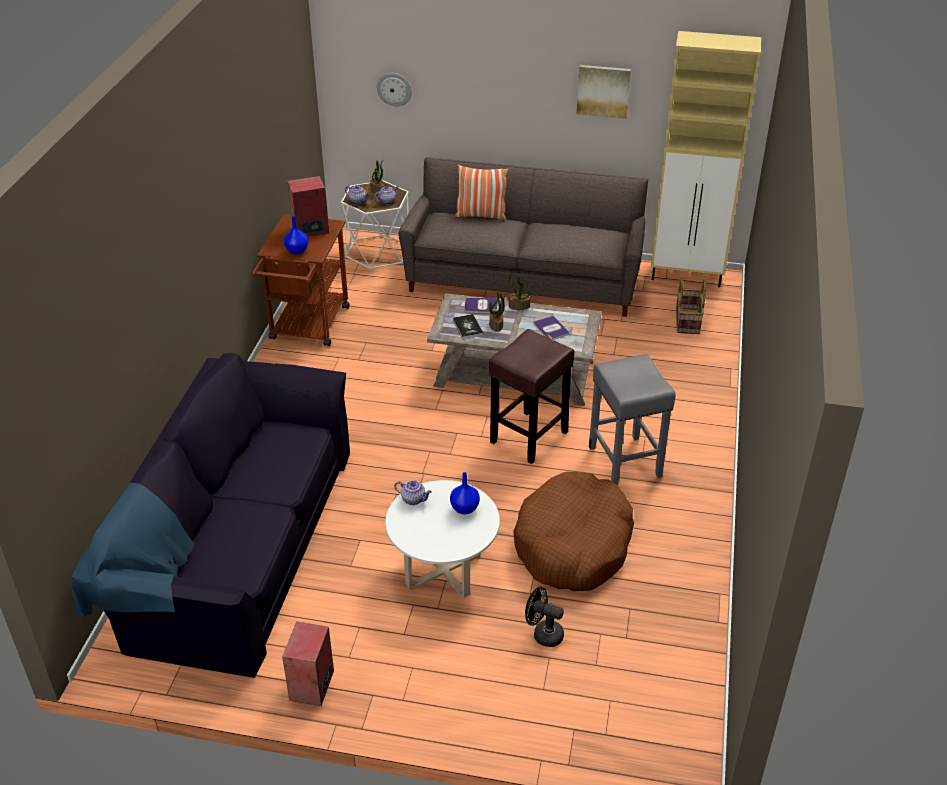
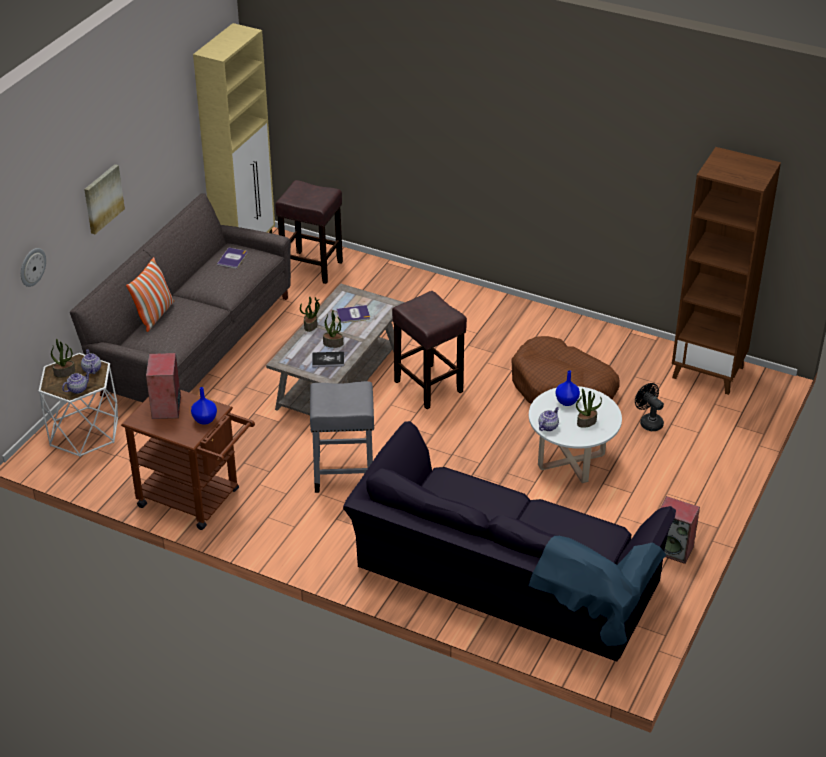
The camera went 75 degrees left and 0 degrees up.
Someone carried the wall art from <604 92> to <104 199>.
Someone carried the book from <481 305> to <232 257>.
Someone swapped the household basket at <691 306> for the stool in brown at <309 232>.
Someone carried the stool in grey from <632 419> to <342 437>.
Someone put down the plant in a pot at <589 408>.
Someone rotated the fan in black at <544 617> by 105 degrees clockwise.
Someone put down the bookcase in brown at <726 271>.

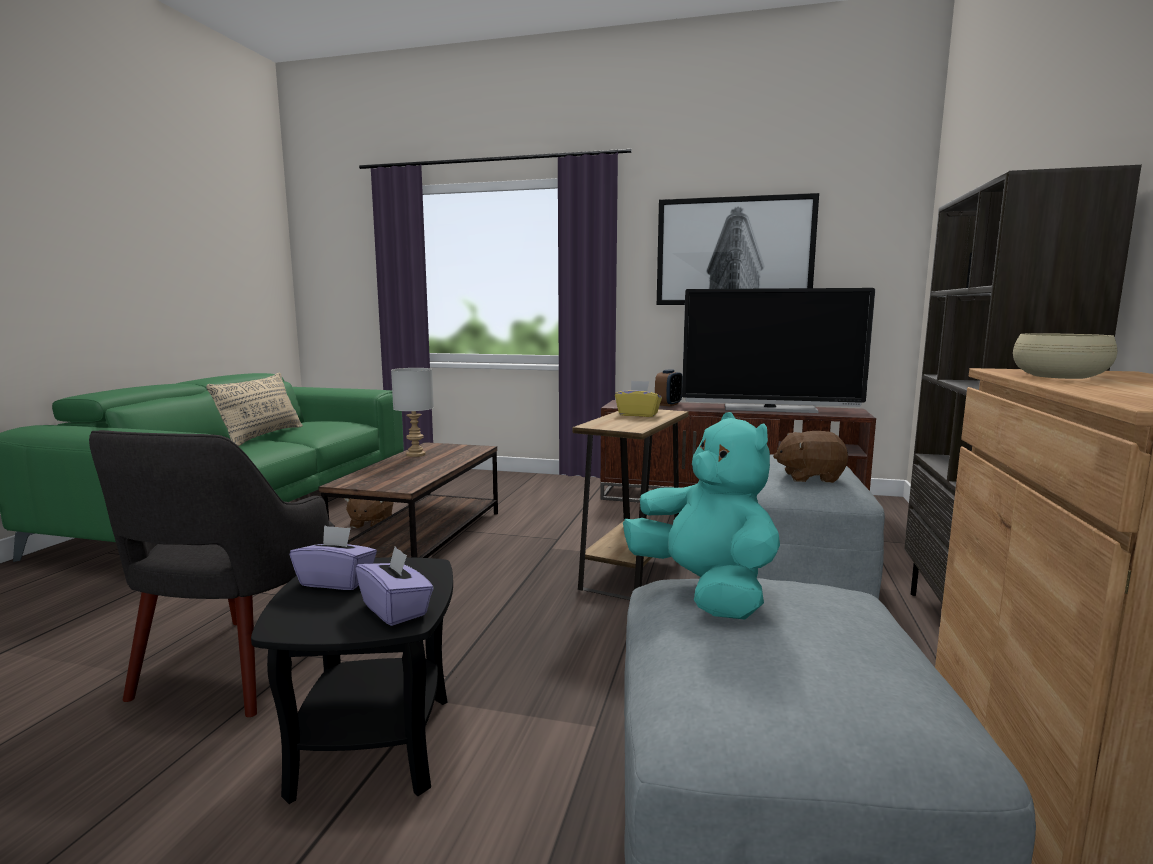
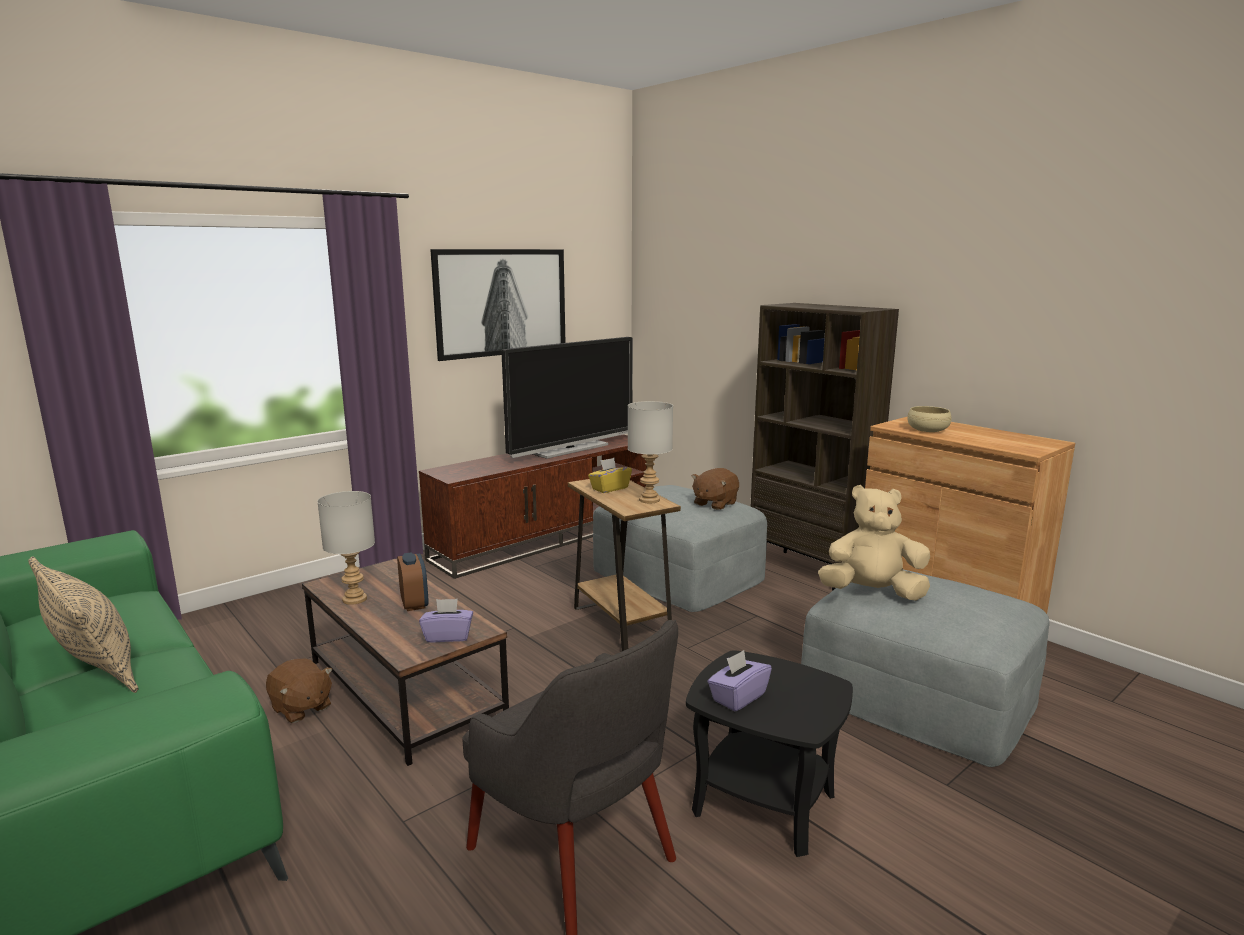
The camera went 55 degrees left and 5 degrees up.
Someone carried the alarm clock from <669 387> to <413 582>.
Someone carried the tissue box in purple from <395 586> to <446 621>.
Someone put down the lamp for a table in grey at <650 452>.
Someone repainted the cuddly toy in turquoise at <701 516>, which became the cuddly toy in beige at <874 543>.

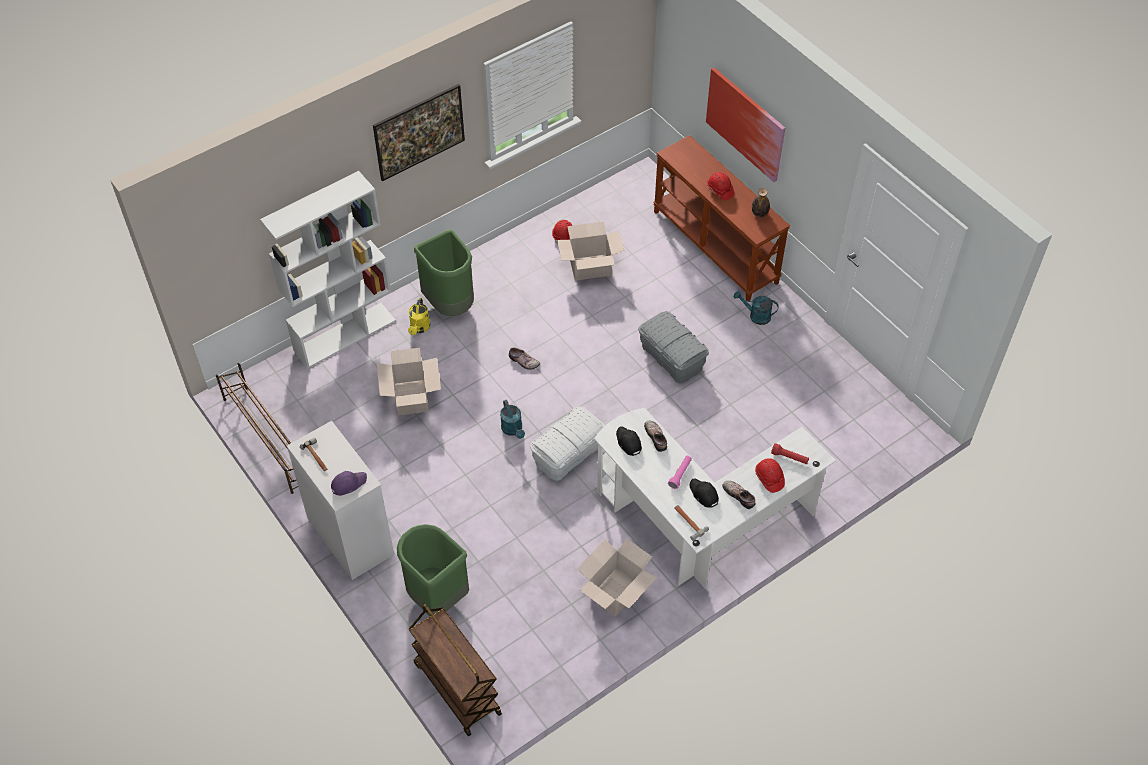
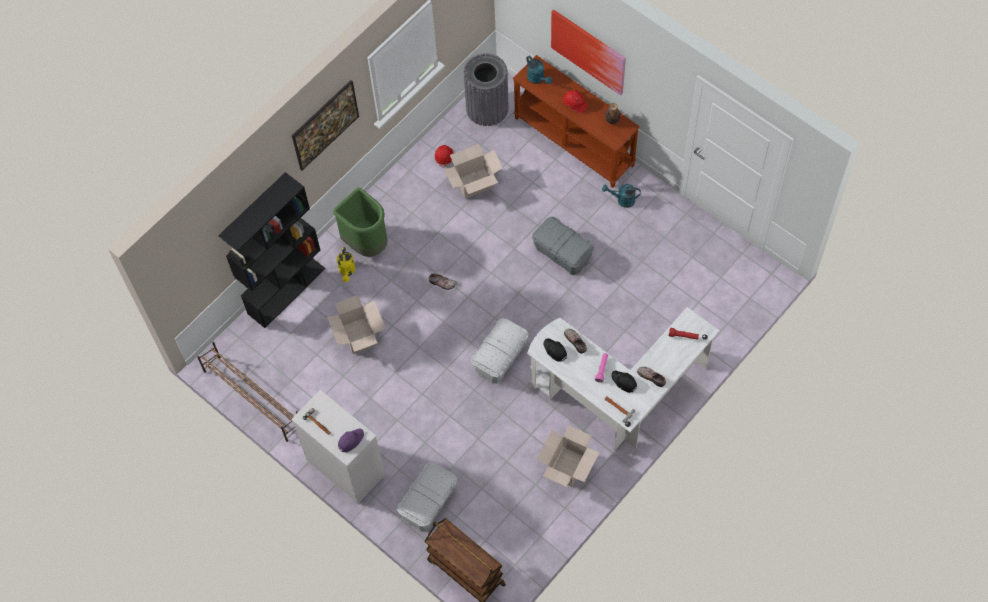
The camera went 10 degrees left and 10 degrees up.
Someone repainted the bookcase in white-coloured at <328 269>, which became the bookcase in black at <271 250>.
Someone swapped the trash can in green at <433 570> for the storage bin in white-coloured at <427 496>.
Someone put down the trash can in grey at <486 89>.
Someone carried the watering pot in turquoise from <512 419> to <539 70>.
Someone took away the work helmet in red-coloured at <770 475>.

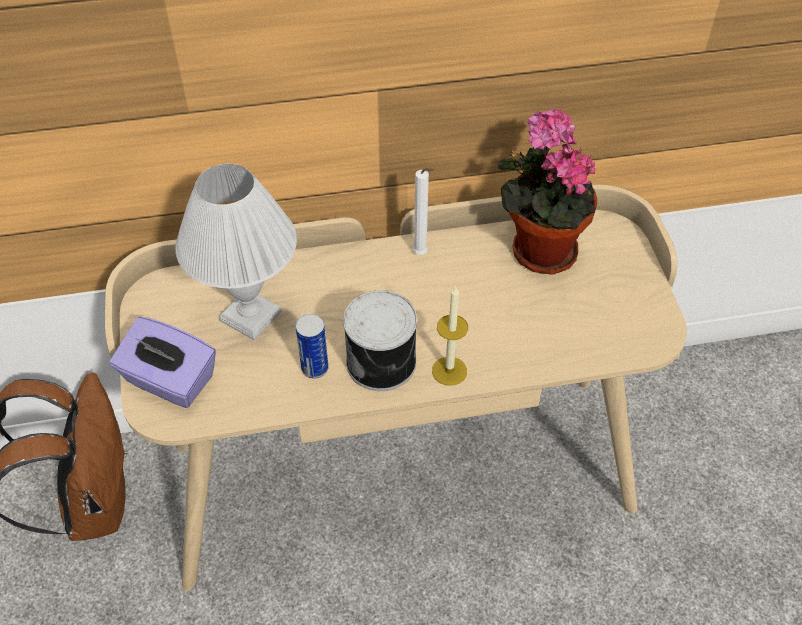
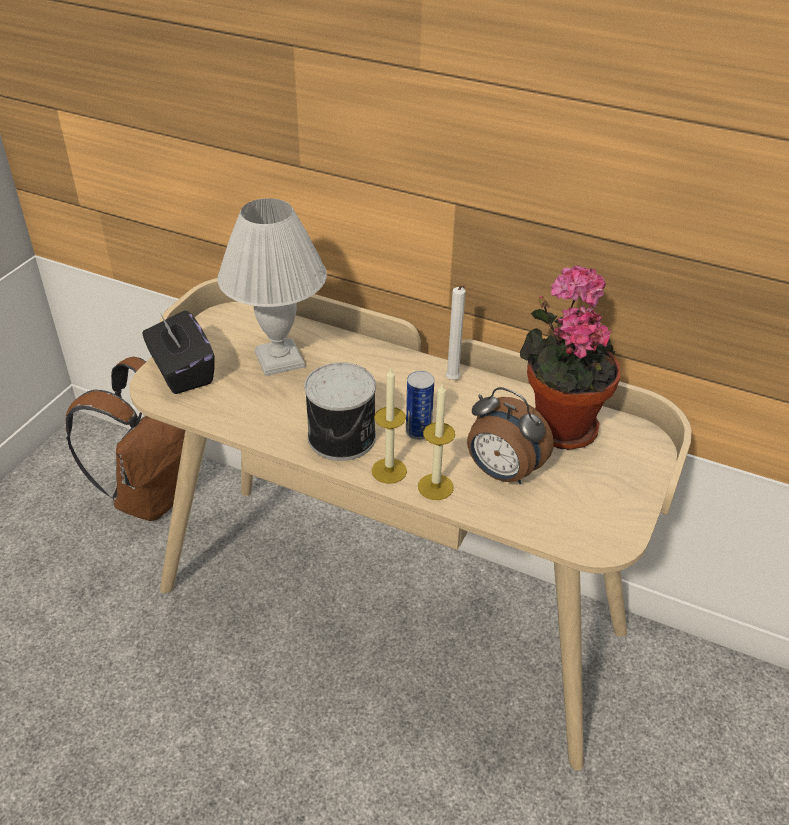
The camera went 35 degrees right and 10 degrees down.
Someone repainted the tissue box in purple at <163 362>, which became the tissue box in black at <178 352>.
Someone carried the metal can from <312 346> to <420 405>.
Someone put down the wax candle at <436 441>.
Someone put down the alarm clock at <510 435>.

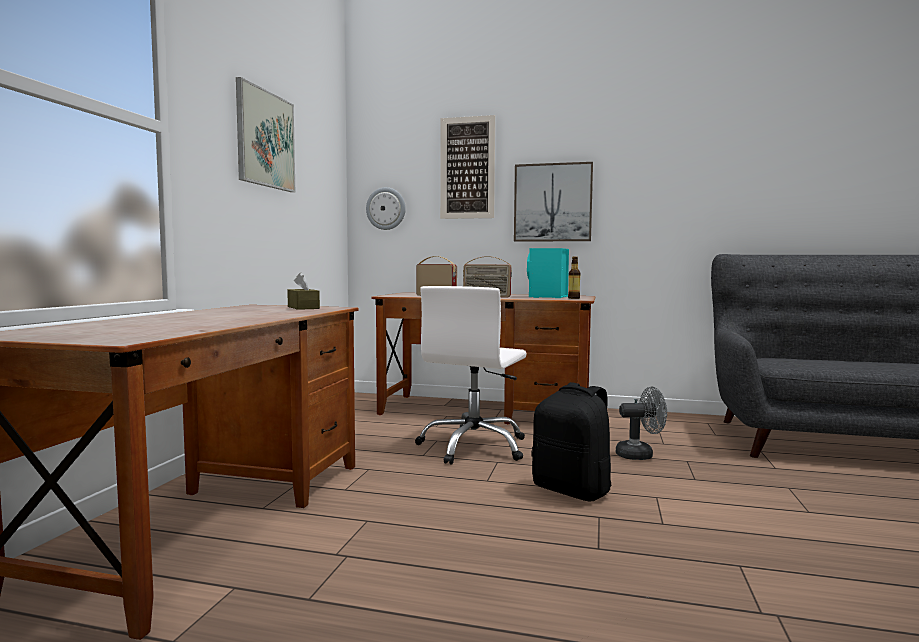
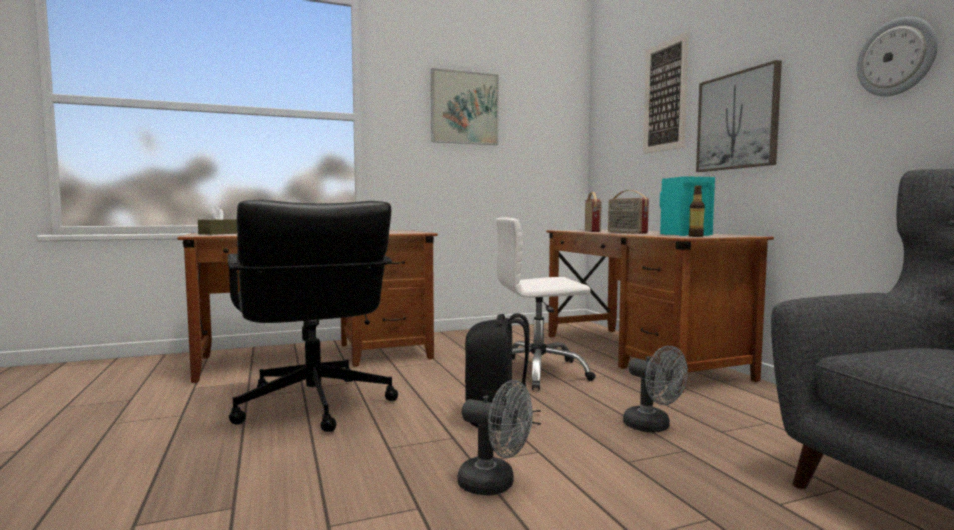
The camera went 55 degrees right and 0 degrees up.
Someone carried the tissue box in brown from <303 291> to <217 220>.
Someone put down the desk chair in black at <312 316>.
Someone put down the fan in grey at <495 438>.
Someone carried the clock on the wall from <386 208> to <897 56>.

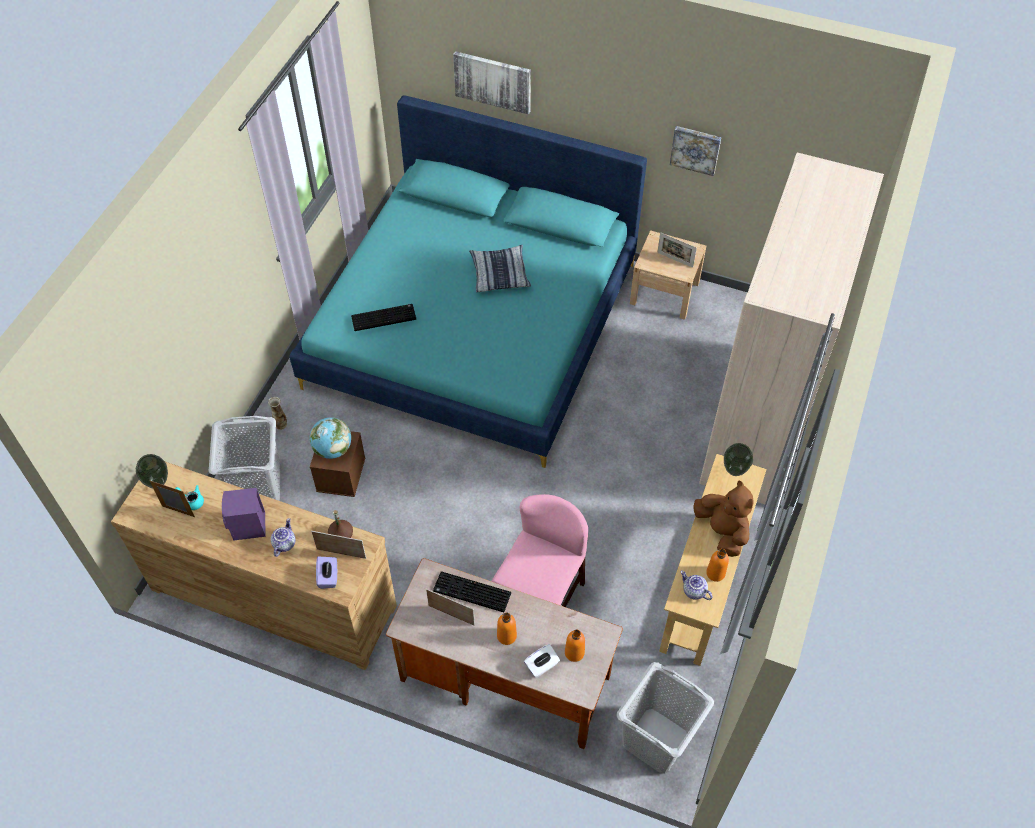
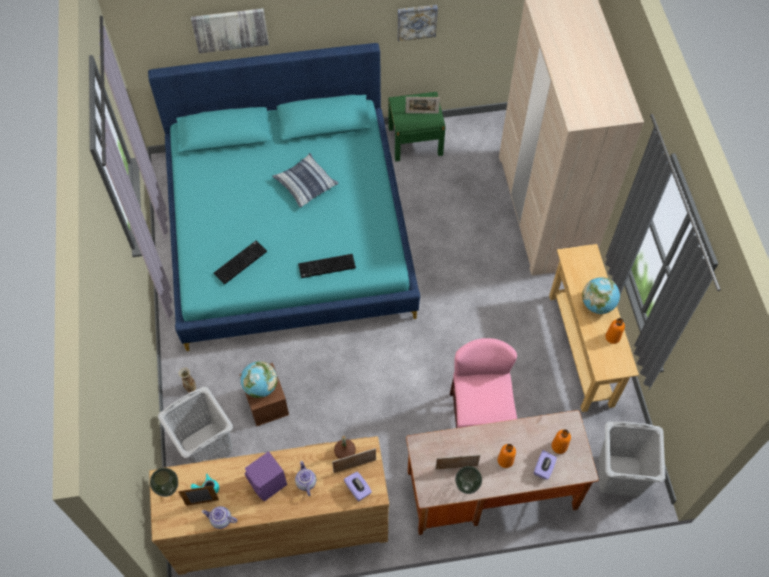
The camera went 30 degrees left and 5 degrees up.
Someone carried the teapot from <696 585> to <219 517>.
Someone carried the keyboard from <472 591> to <327 266>.
Someone repainted the nightstand in beige at <668 275>, which became the nightstand in green at <417 126>.
Someone carried the decorative vase from <738 459> to <468 480>.
Someone repainted the tissue box in white-coloured at <542 661>, which became the tissue box in purple at <545 465>.
Someone swapped the cuddly toy in brown at <723 518> for the world globe at <601 295>.

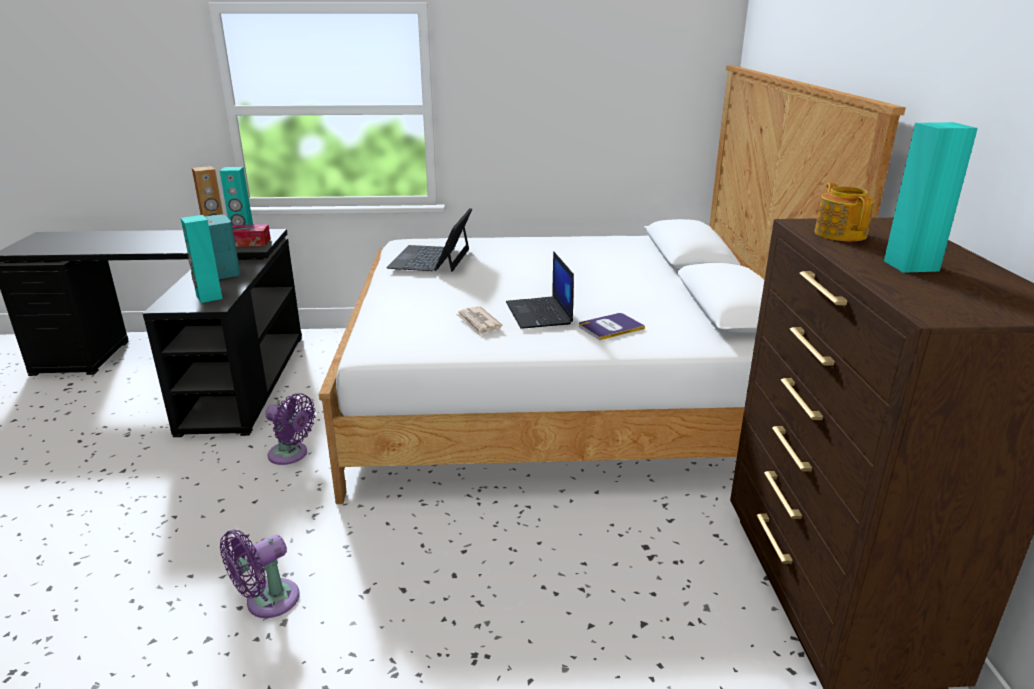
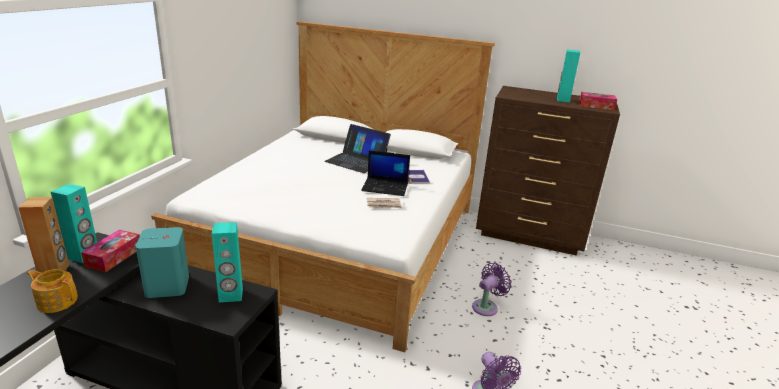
The camera went 70 degrees left and 0 degrees up.
Someone carried the teapot from <845 212> to <52 291>.
Someone carried the notebook computer from <429 240> to <357 148>.
Someone carried the fan in purple from <290 429> to <491 289>.
Someone put down the tissue box at <598 101>.

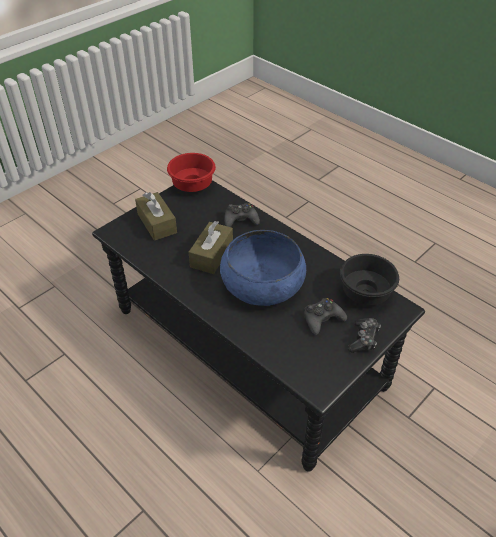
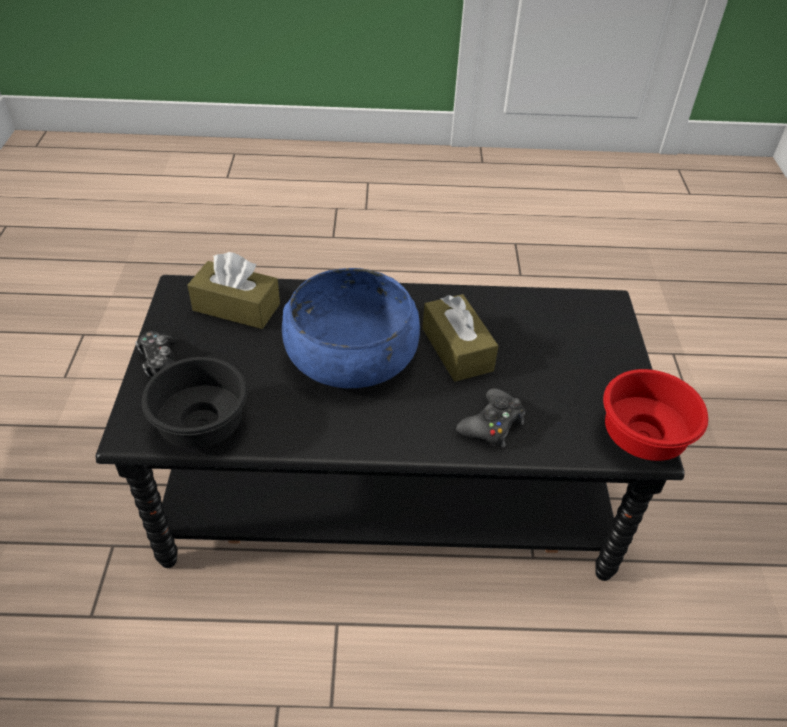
The camera went 135 degrees right and 0 degrees up.
Someone carried the tissue box in brown from <156 216> to <233 290>.
Someone took away the gamepad in black at <325 316>.

